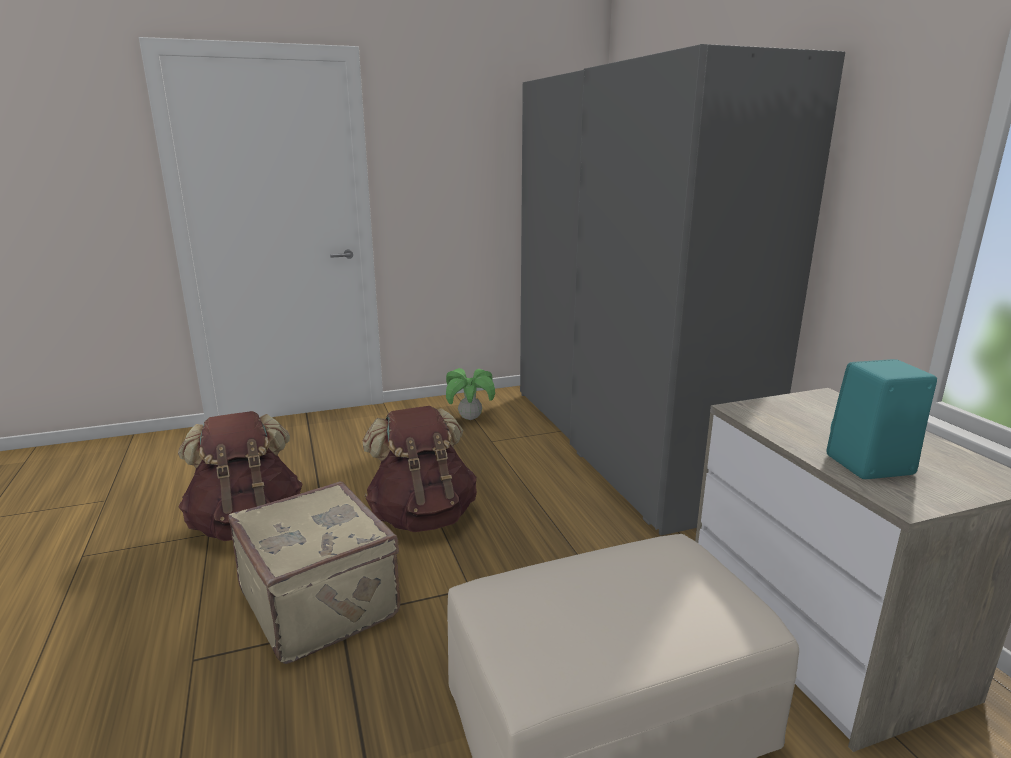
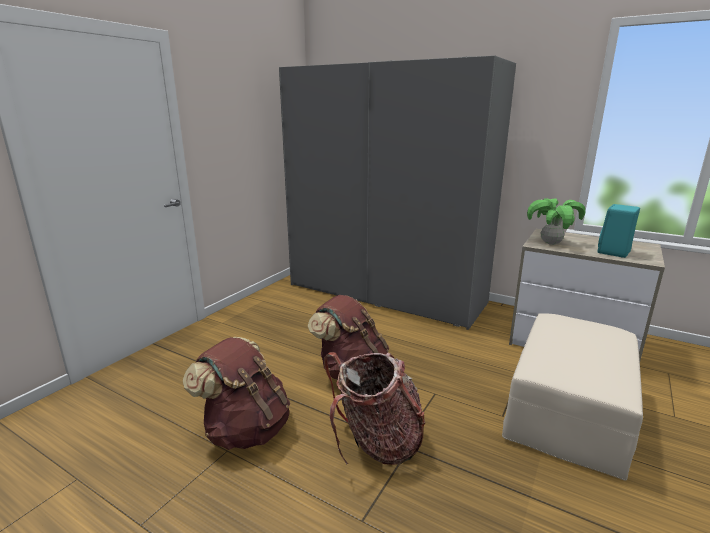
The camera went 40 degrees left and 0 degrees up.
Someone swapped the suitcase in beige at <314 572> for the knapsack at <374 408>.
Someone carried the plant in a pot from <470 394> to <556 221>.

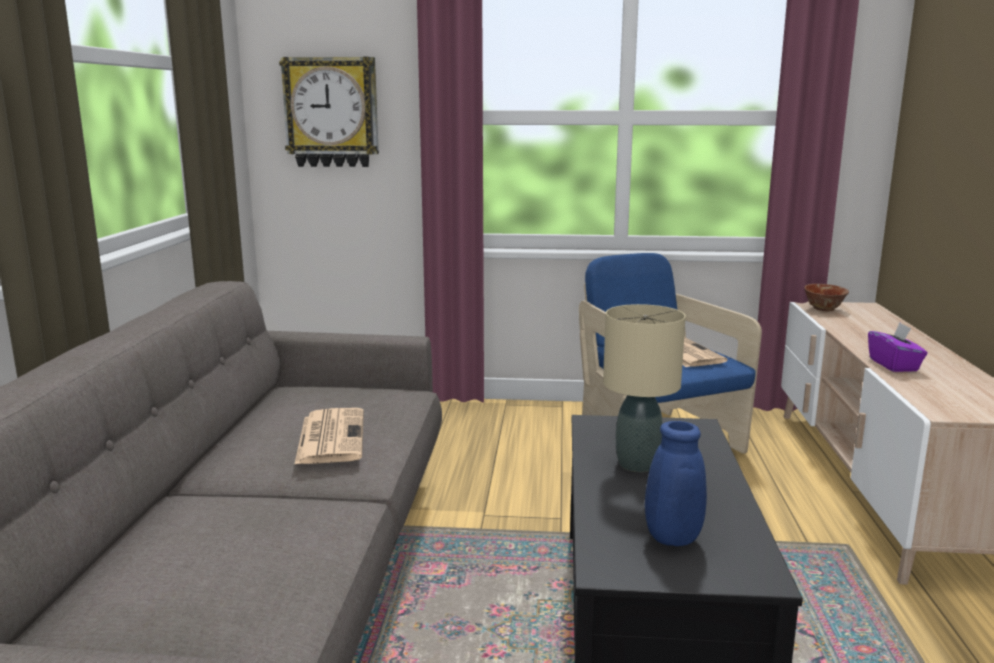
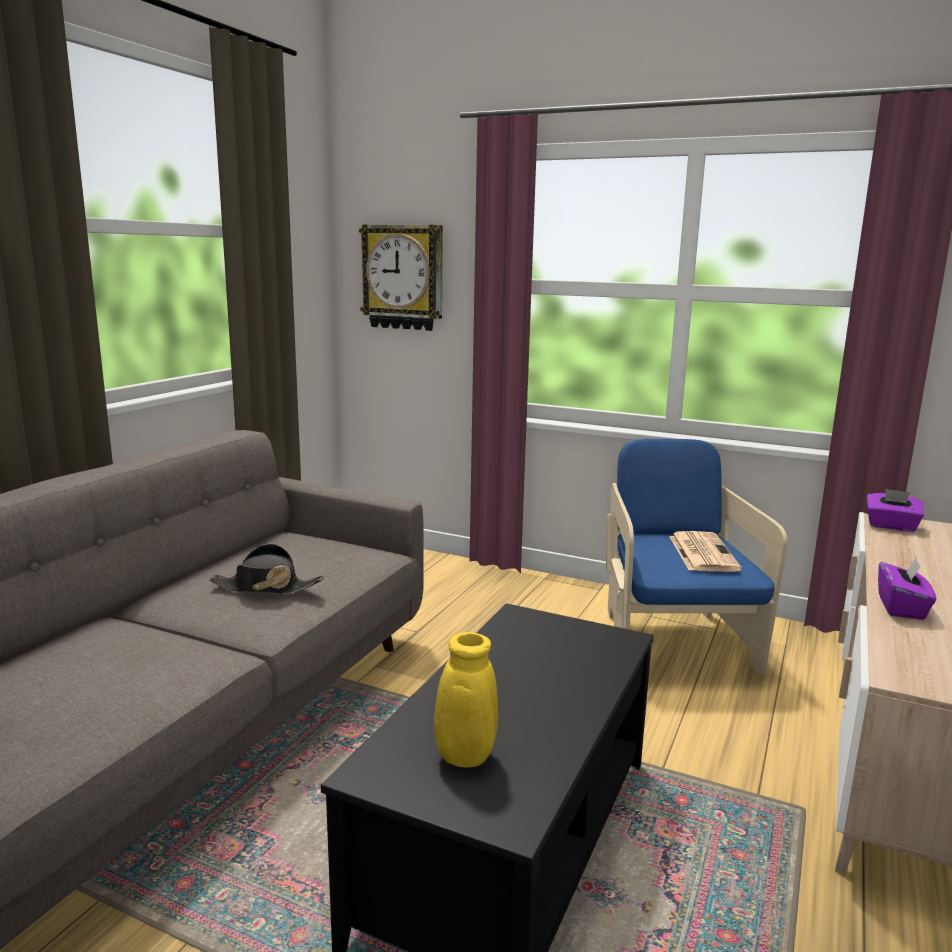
The camera went 20 degrees right and 0 degrees up.
Someone swapped the daily paper at <329 436> for the hat in black at <266 569>.
Someone repainted the decorative vase in blue at <676 483>, which became the decorative vase in yellowish at <444 700>.
Someone swapped the deep dish at <826 297> for the tissue box in purple at <895 510>.
Someone took away the lamp for a table in beige at <644 388>.

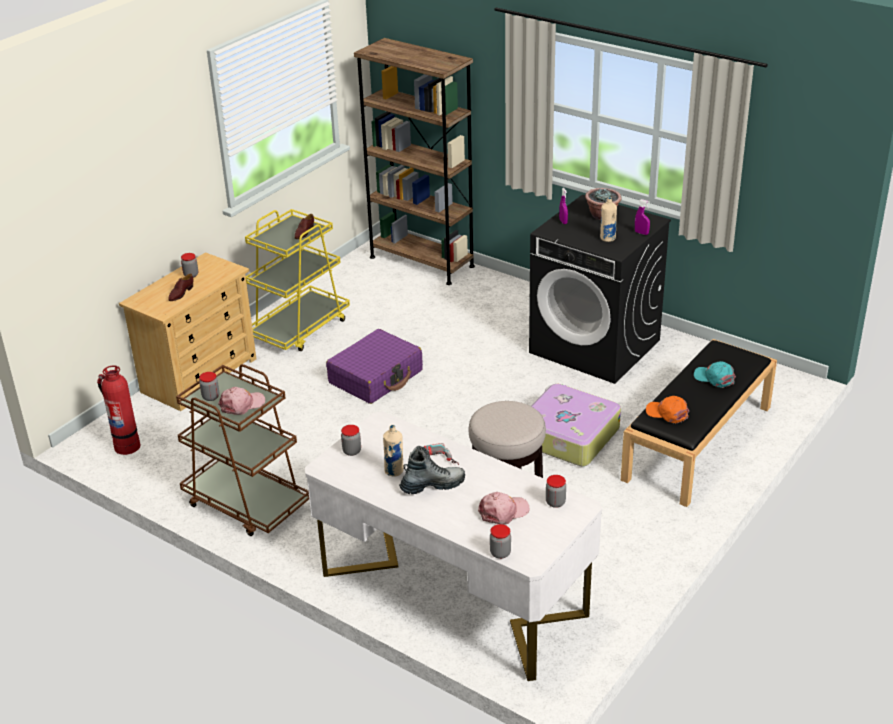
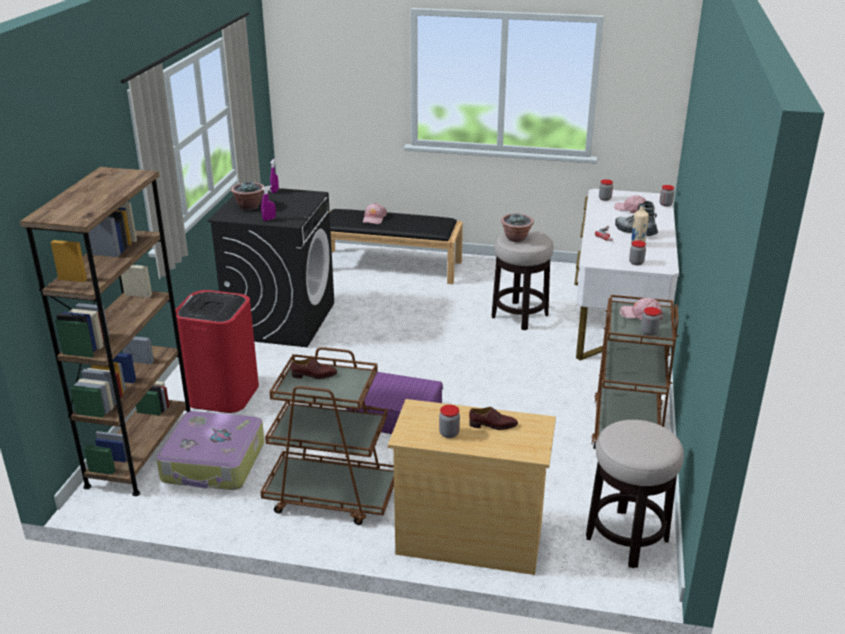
The camera went 115 degrees left and 5 degrees down.
Someone carried the suitcase from <576 425> to <210 450>.
Someone put down the trash can in red-coloured at <217 351>.
Someone repainted the cart in yellowish at <297 280>, which became the cart in brown at <327 436>.
Someone repainted the baseball cap in turquoise at <715 374>, which became the baseball cap in pink-coloured at <375 213>.
Someone put down the plant in a pot at <517 227>.
Someone swapped the fire extinguisher at <118 410> for the stool at <635 494>.
Someone took away the drink bottle in beige at <608 219>.
Someone took away the baseball cap in orange-coloured at <668 409>.

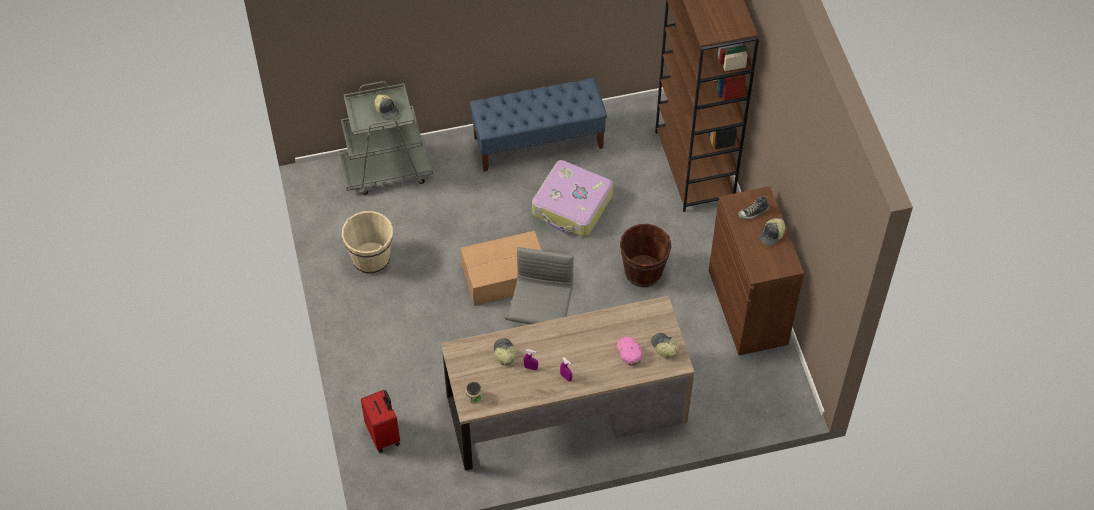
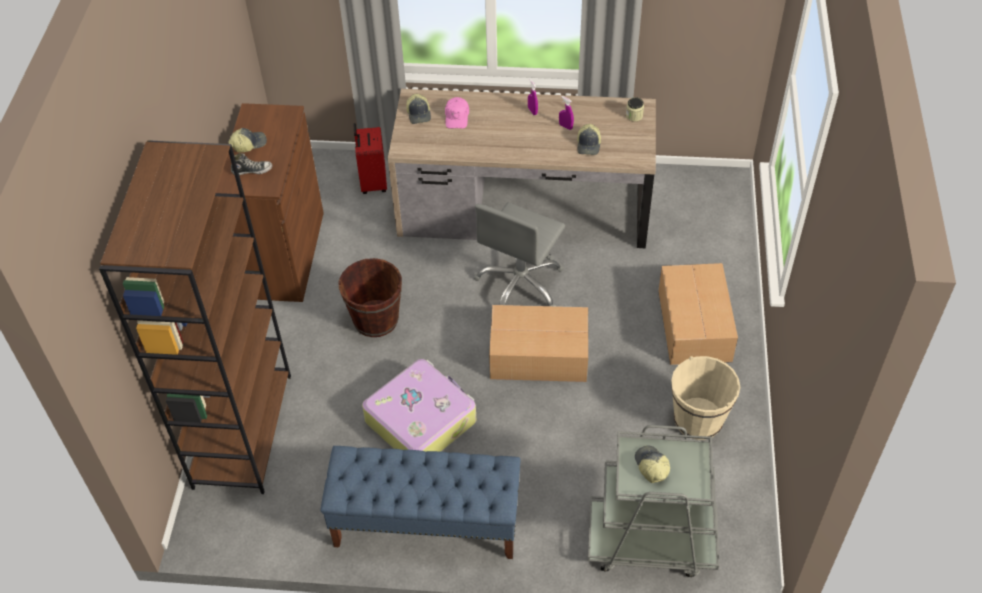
The camera went 160 degrees left and 5 degrees down.
Someone carried the suitcase in red-coloured from <380 421> to <370 158>.
Someone put down the carton at <698 314>.

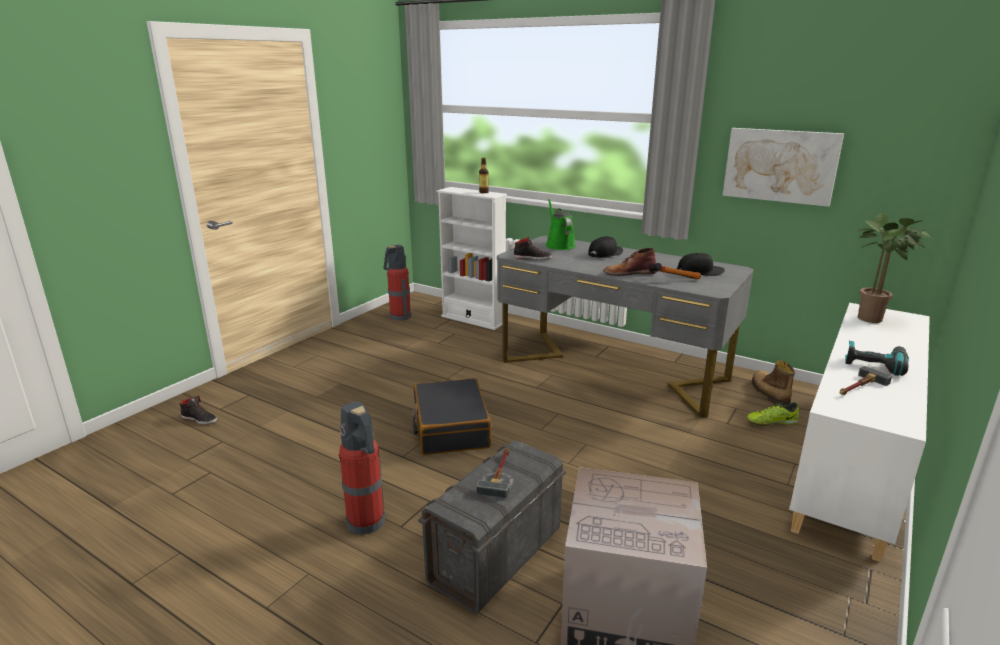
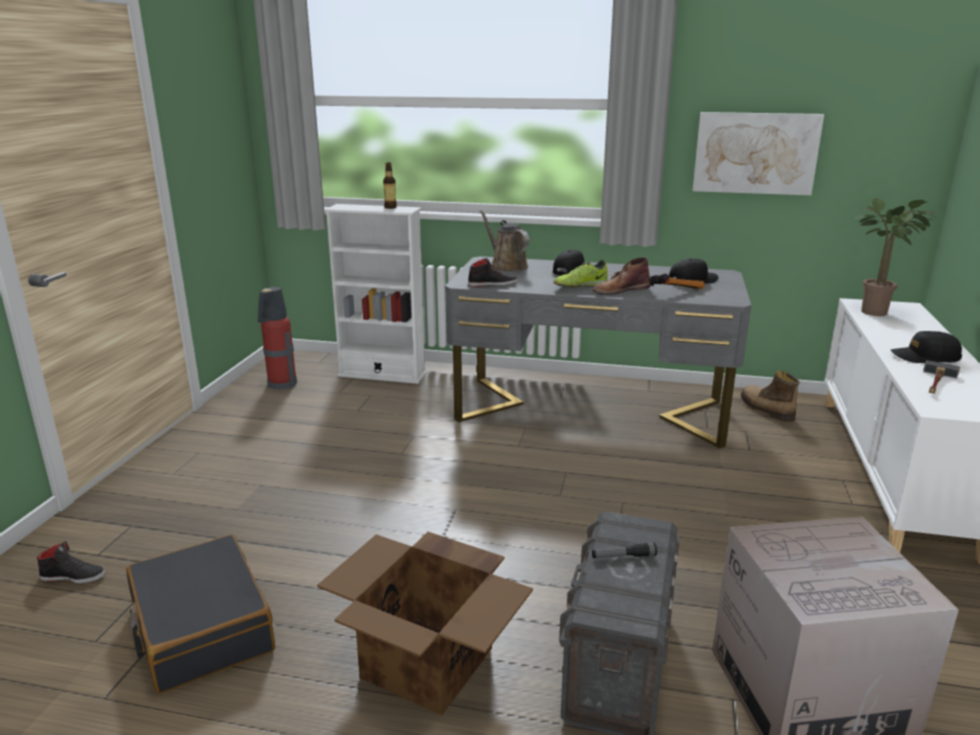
The camera went 20 degrees left and 0 degrees up.
Someone carried the suitcase in black from <451 416> to <200 614>.
Someone swapped the fire extinguisher at <362 467> for the carton at <425 623>.
Someone repainted the watering pot in green at <561 224>, which became the watering pot in brown at <505 241>.
Someone carried the shoe from <772 414> to <581 274>.
Someone swapped the hammer at <492 473> for the hand torch at <624 550>.
Someone swapped the power drill at <877 358> for the baseball cap in black at <926 347>.

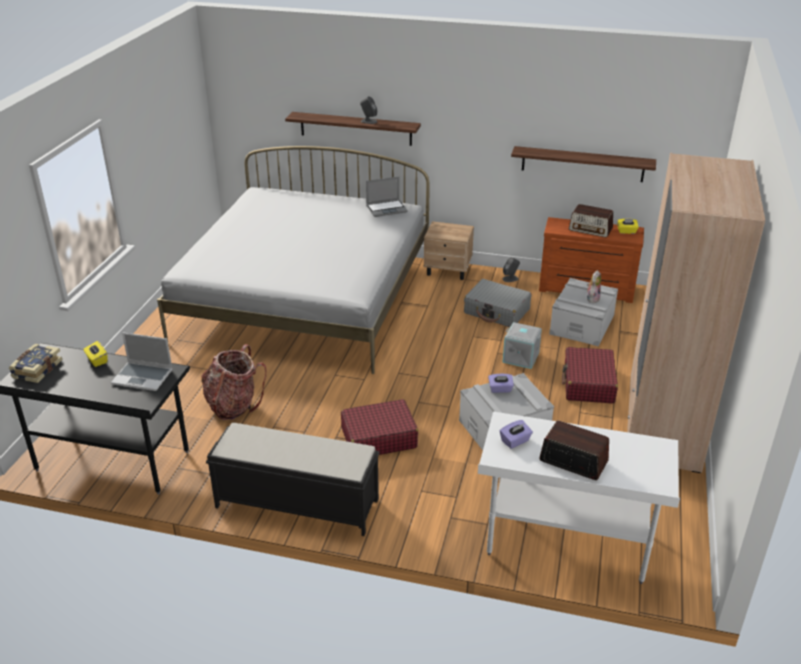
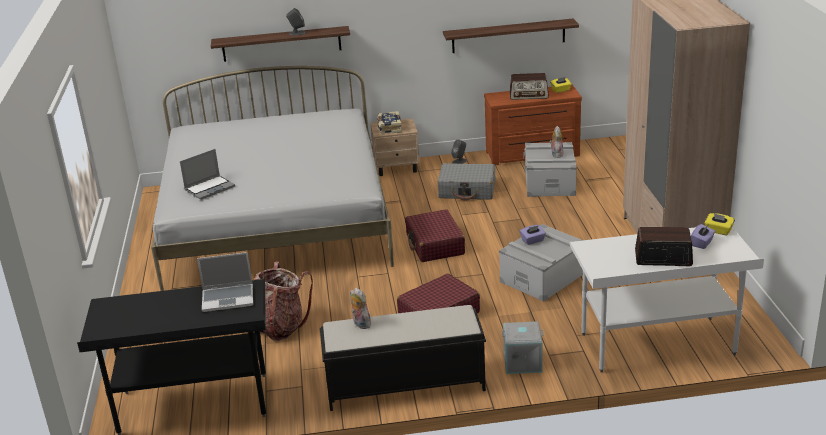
The camera went 20 degrees left and 5 degrees down.
Someone carried the notebook computer from <387 196> to <207 174>.
Someone put down the cuddly toy at <360 308>.
Someone carried the book from <35 363> to <389 122>.
Someone carried the suitcase in red-coloured from <590 375> to <435 235>.
Someone carried the storage bin in grey from <522 345> to <523 347>.
Someone carried the tissue box in purple from <516 434> to <703 236>.
Someone carried the tissue box in yellowish from <95 354> to <720 224>.

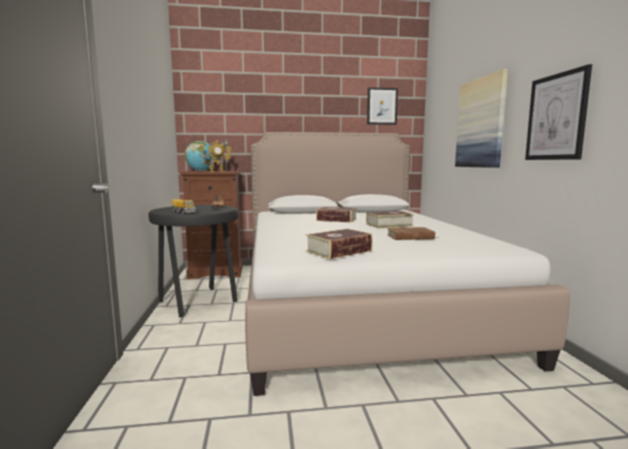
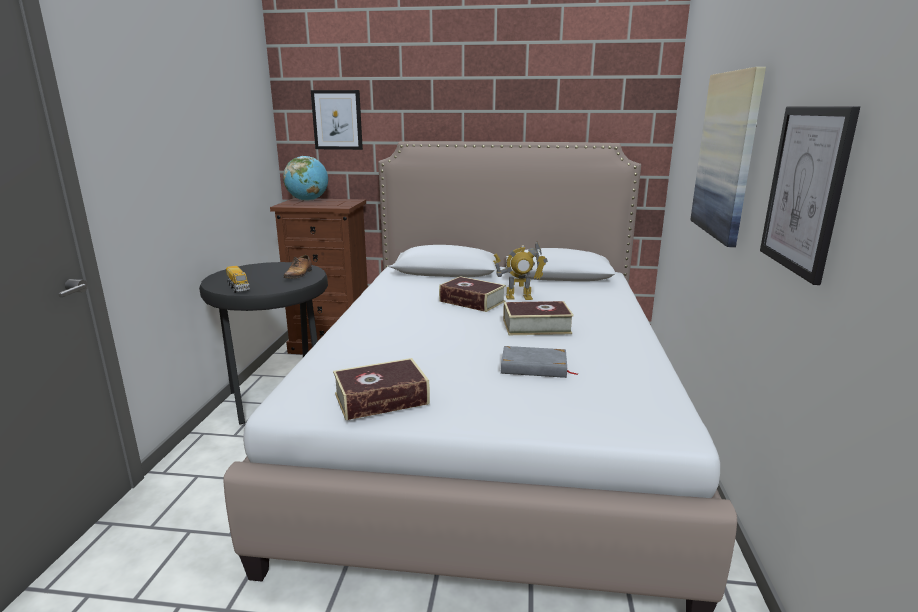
The camera went 15 degrees right and 10 degrees up.
Someone carried the wall art from <382 106> to <337 120>.
Someone carried the robot figure from <216 155> to <520 271>.
Someone repainted the book in brown at <412 233>, which became the book in grey at <539 362>.

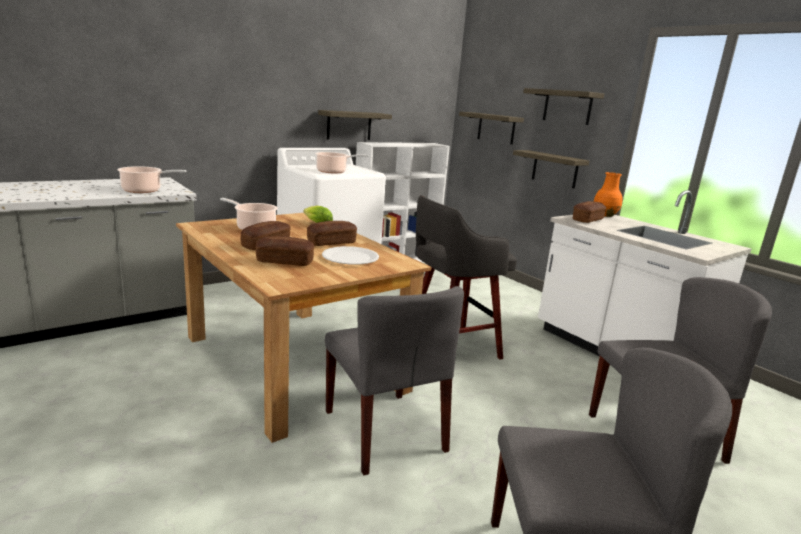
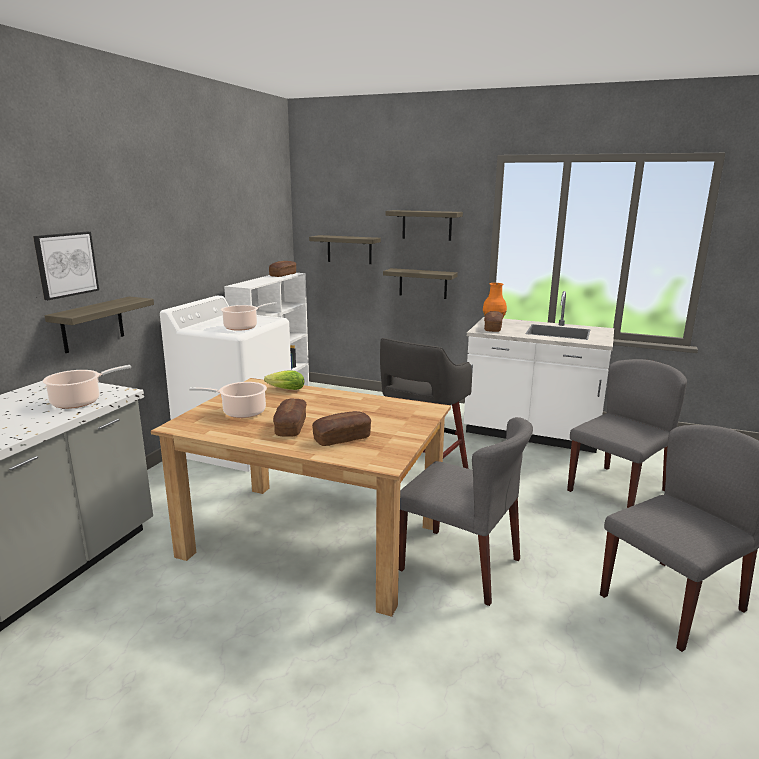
The camera went 30 degrees left and 0 degrees up.
Someone put up the wall art at <66 266>.
Someone carried the bracket shelf from <355 125> to <99 325>.
Someone carried the baked bread from <332 233> to <282 269>.
Someone took away the plate in white-coloured at <350 255>.

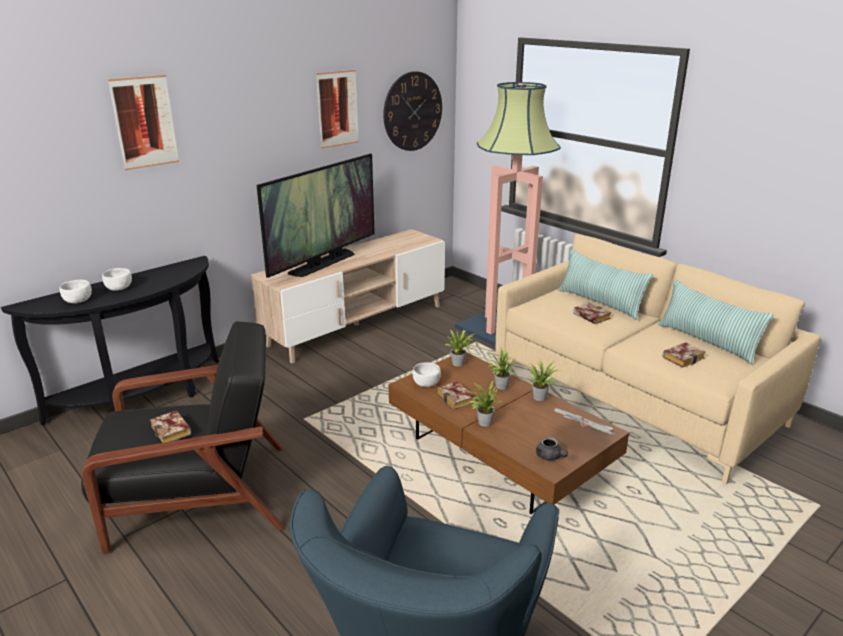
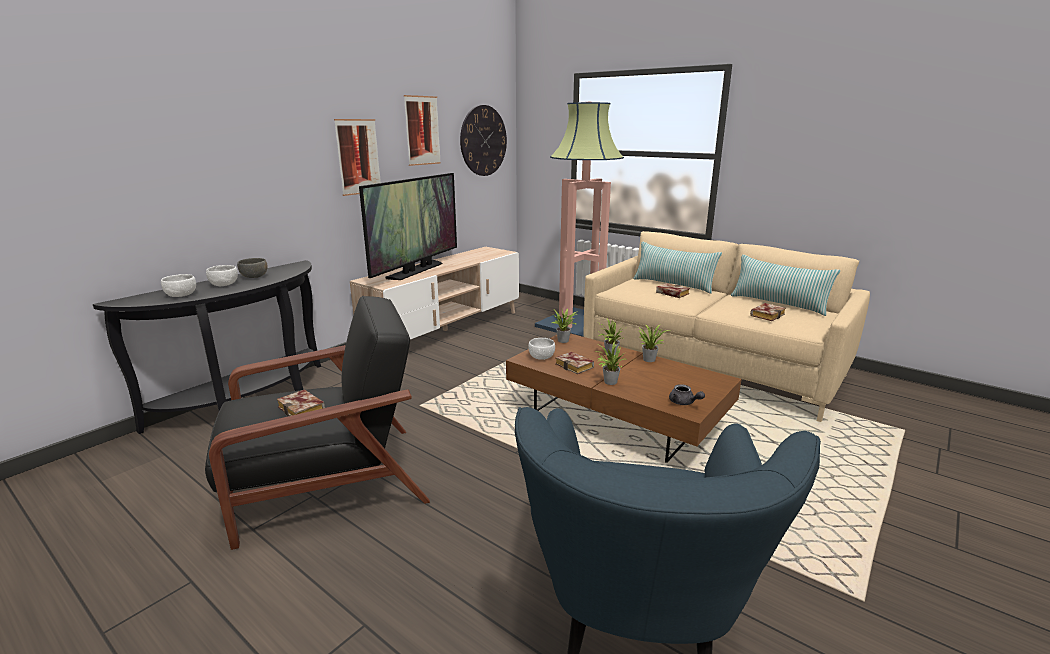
The camera went 10 degrees left and 5 degrees down.
Someone put down the deep dish in grey at <252 268>.
Someone carried the wall art from <143 122> to <357 157>.
Someone took away the daily paper at <584 421>.

